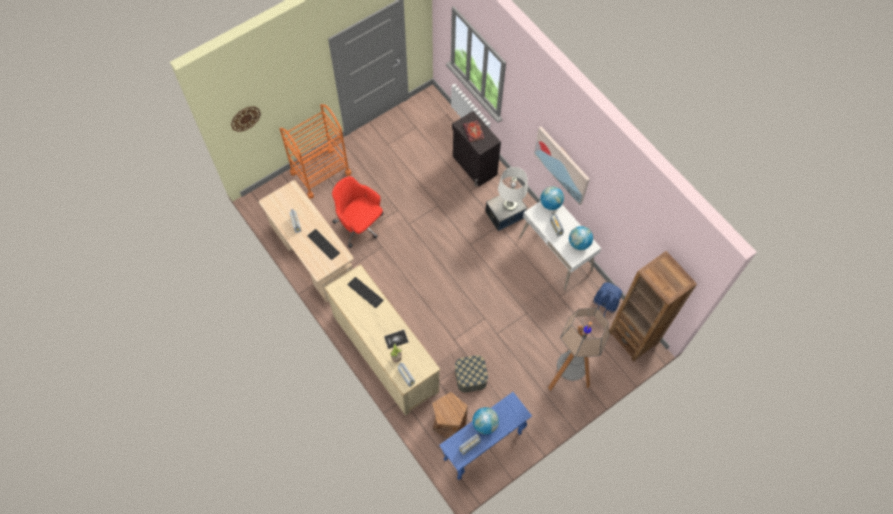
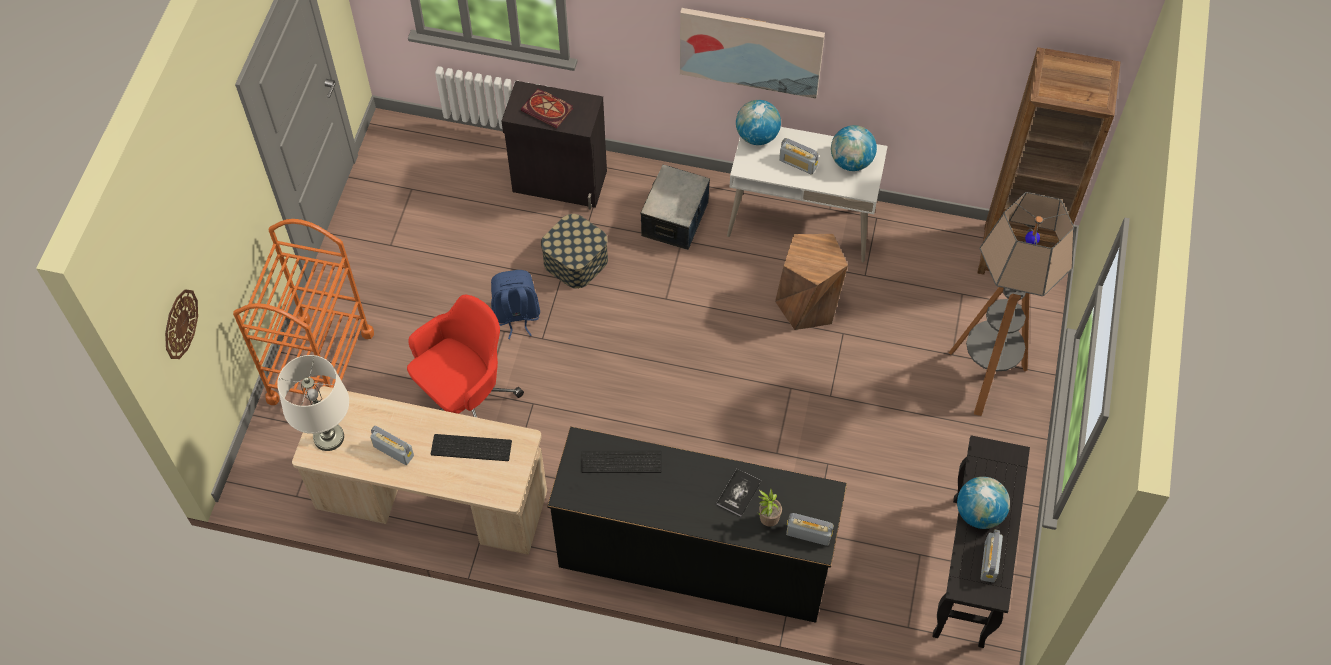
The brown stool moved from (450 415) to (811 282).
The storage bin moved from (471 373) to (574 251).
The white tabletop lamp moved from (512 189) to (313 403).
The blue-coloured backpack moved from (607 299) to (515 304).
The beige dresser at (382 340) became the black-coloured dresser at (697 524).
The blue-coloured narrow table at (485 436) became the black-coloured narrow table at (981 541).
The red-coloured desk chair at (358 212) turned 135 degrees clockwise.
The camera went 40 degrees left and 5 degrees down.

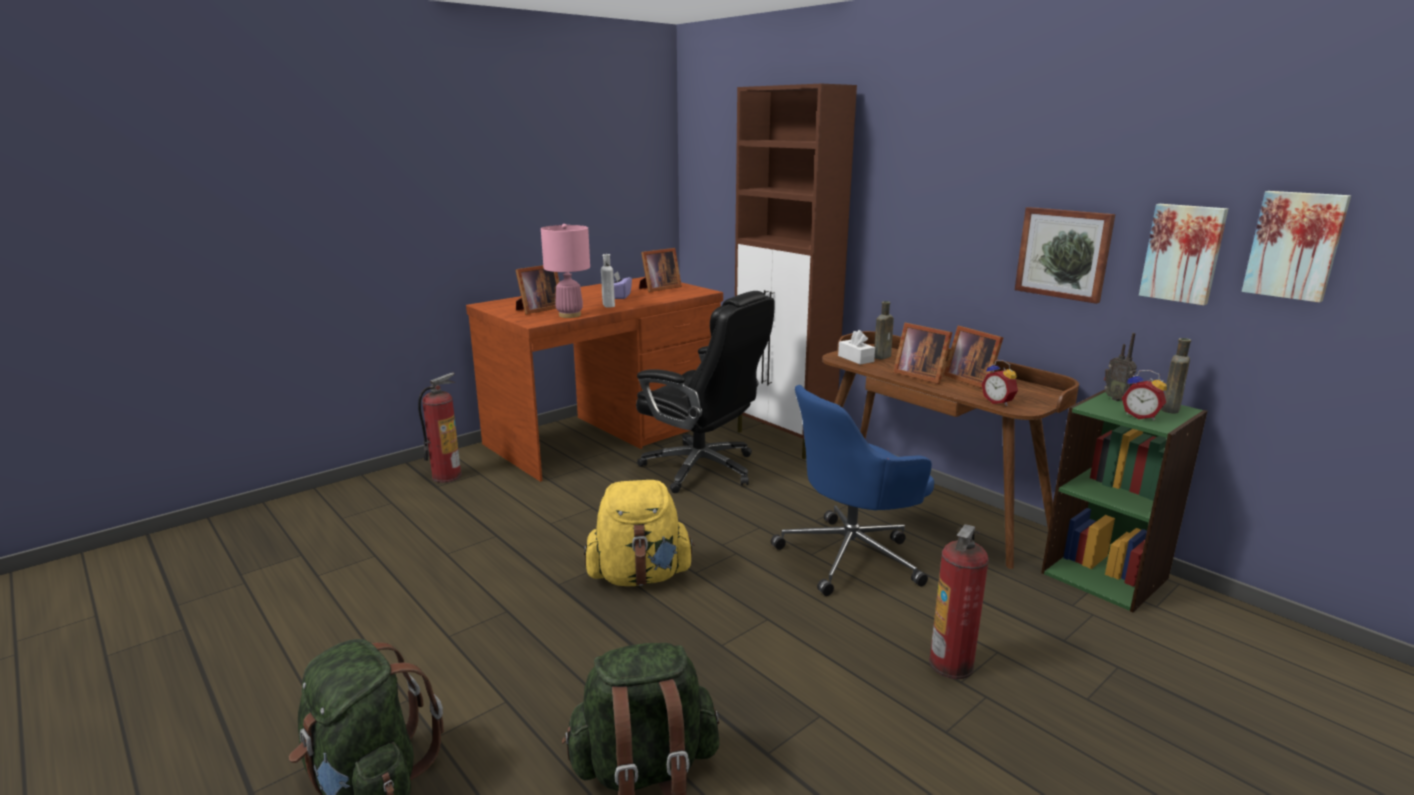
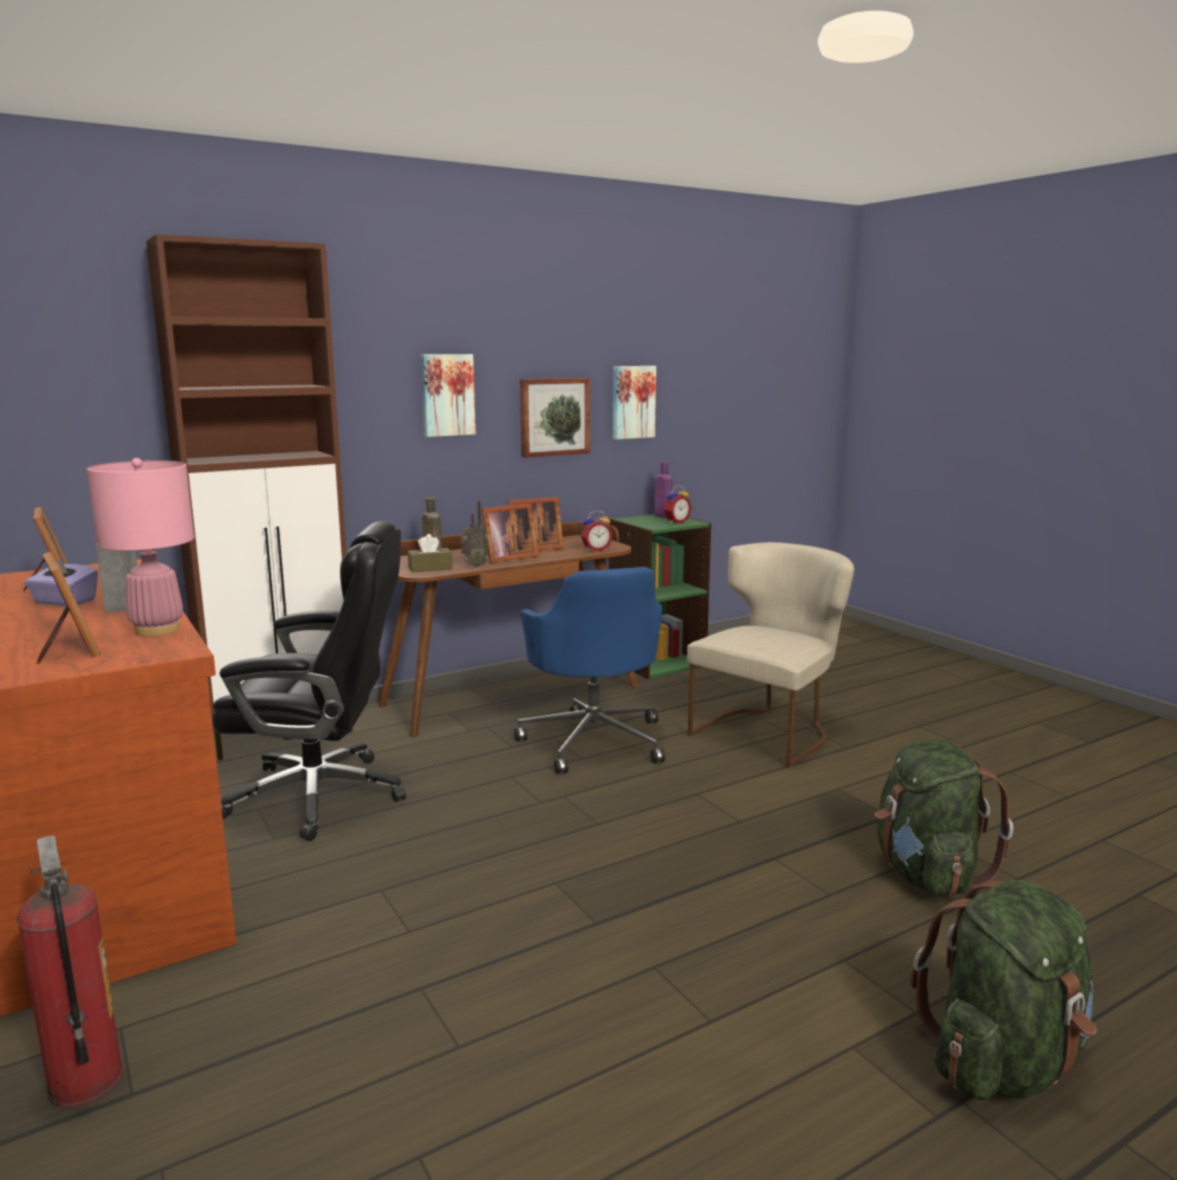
The yellow-coloured backpack at (639 533) disappeared.
The radio set moved from (1120 367) to (475 534).
The picture moved from (1296 247) to (448 395).
The fire extinguisher at (959 601) was replaced by the beige upright chair at (770 654).
The white tissue box at (856 347) became the brown tissue box at (430 553).
The brown drink bottle at (1176 376) became the purplish drink bottle at (664 489).
The black-coloured desk chair at (705 392) turned 45 degrees clockwise.
The camera went 80 degrees left and 5 degrees down.

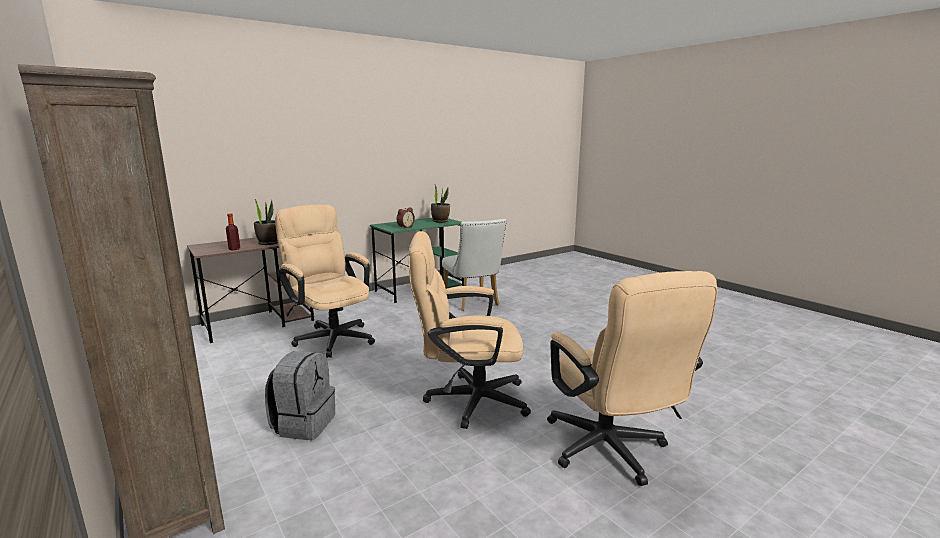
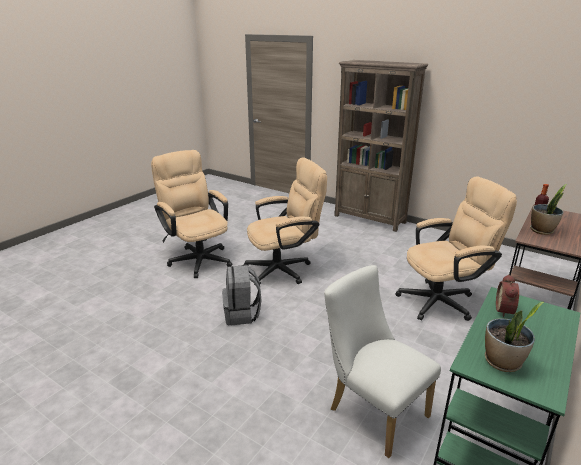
The grey backpack moved from (300 395) to (242 295).
The beige desk chair at (325 281) turned 45 degrees counterclockwise.
The camera went 160 degrees right and 10 degrees up.

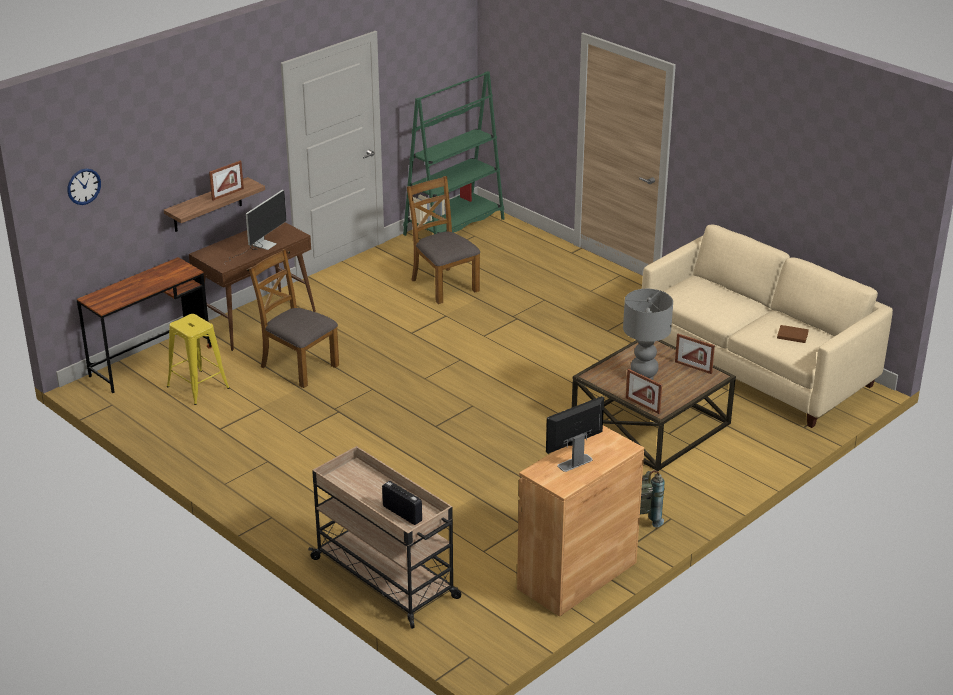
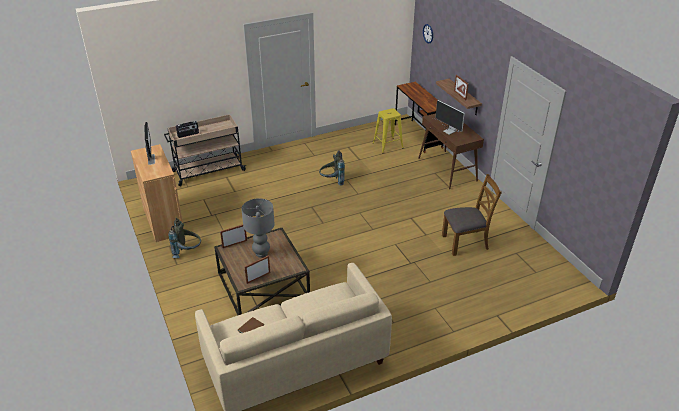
The brown upright chair at (294 318) disappeared.
The green bookshelf at (454 153) disappeared.
The grey backpack at (332 168) appeared.
The camera went 110 degrees right and 5 degrees up.

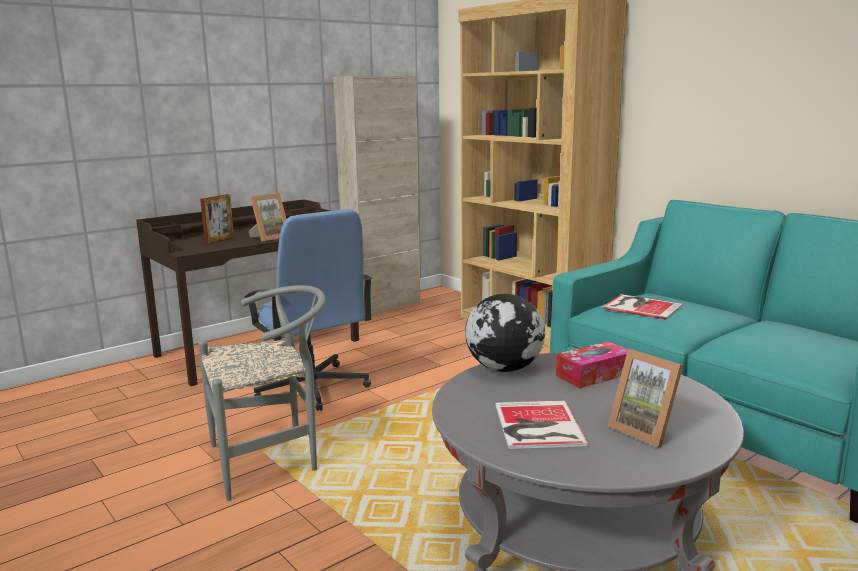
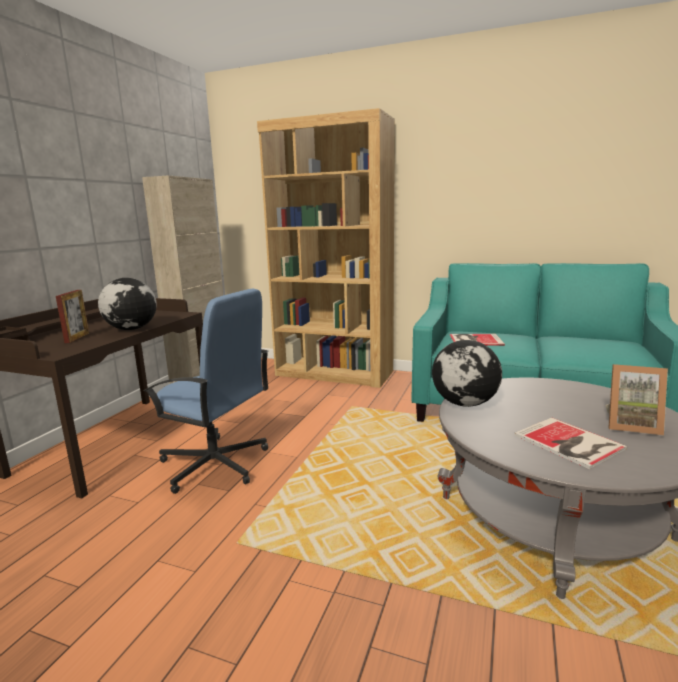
The grey upright chair at (262 393) disappeared.
The tissue box at (592 364) disappeared.
The picture frame at (267 217) was replaced by the world globe at (127 304).
The camera went 30 degrees left and 0 degrees up.

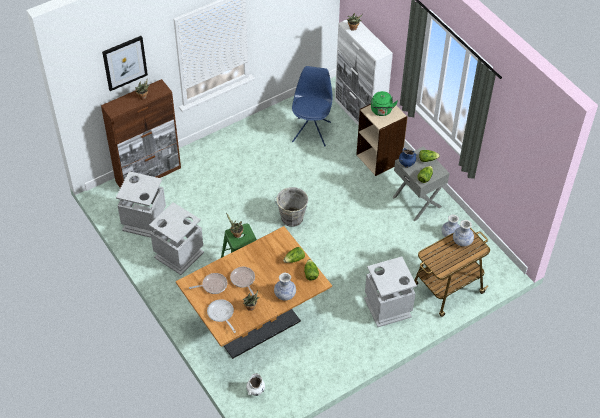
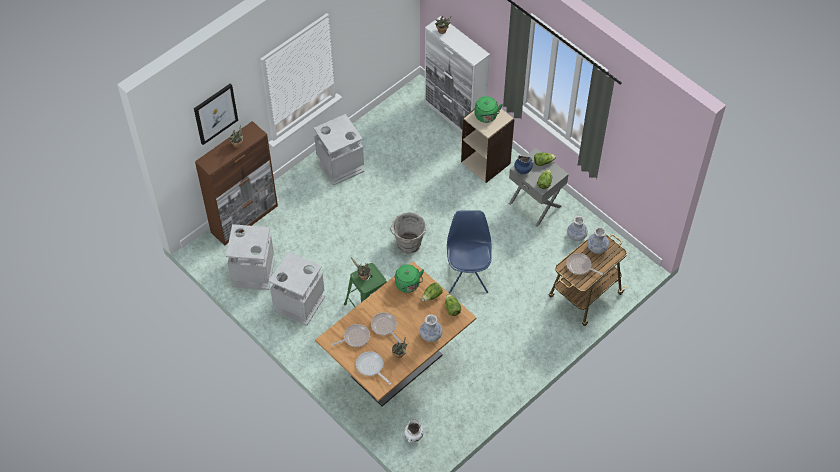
The green kettle at (409 278) appeared.
The skillet at (584 264) appeared.
The blue-coloured upright chair moved from (312 106) to (469 251).
The grey rubbish bin moved from (390 292) to (339 150).
The camera went 10 degrees left and 5 degrees up.

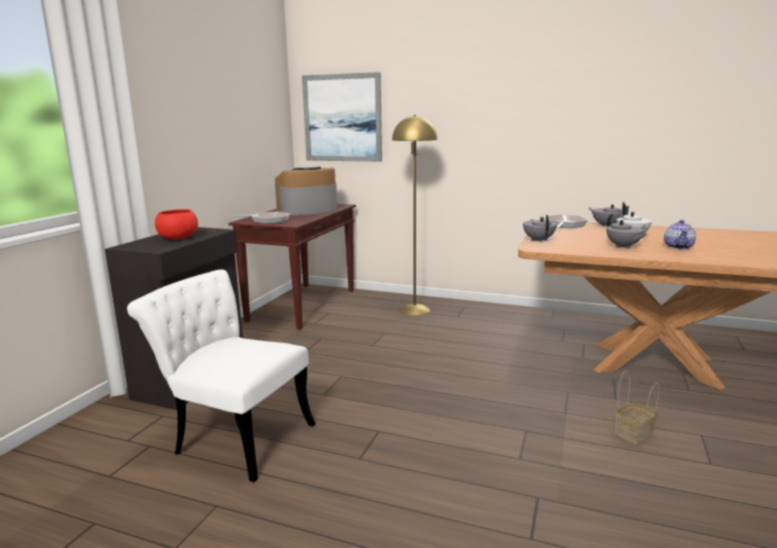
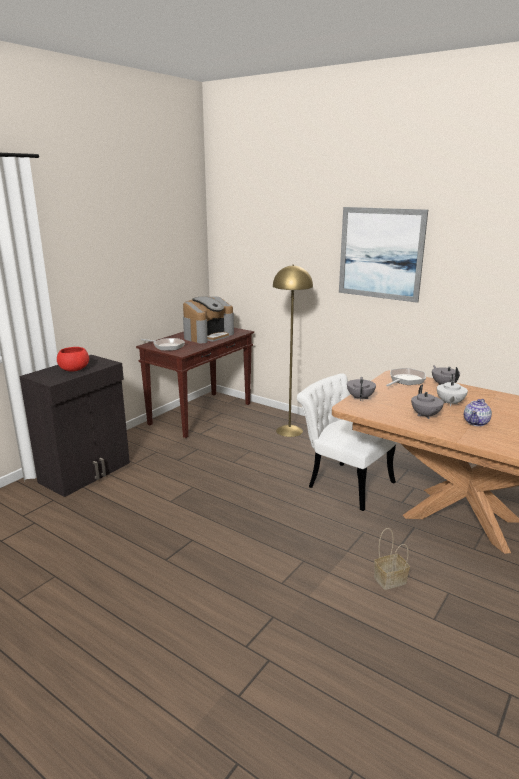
The white upright chair moved from (221 376) to (347 442).
The picture moved from (342 117) to (383 255).
The coffee machine at (306 190) turned 150 degrees clockwise.
The camera went 15 degrees right and 5 degrees up.

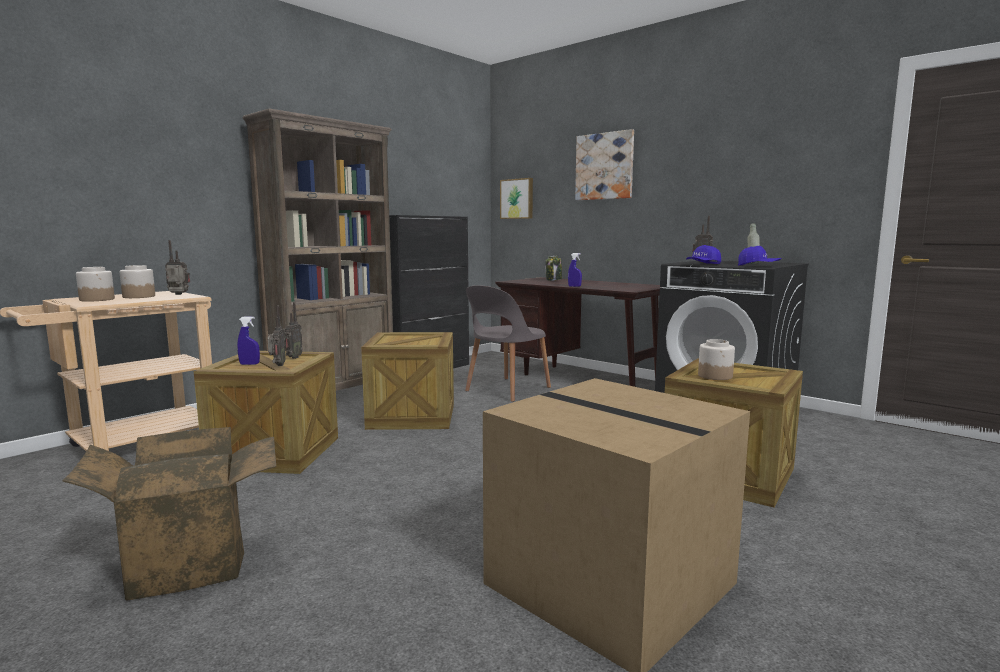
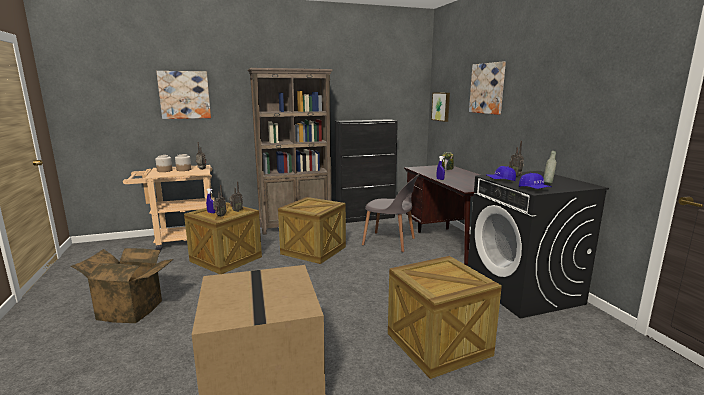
The jar at (716 359) disappeared.
The picture at (183 95) appeared.
The grey upright chair at (508 343) turned 135 degrees counterclockwise.
The camera went 30 degrees right and 5 degrees up.

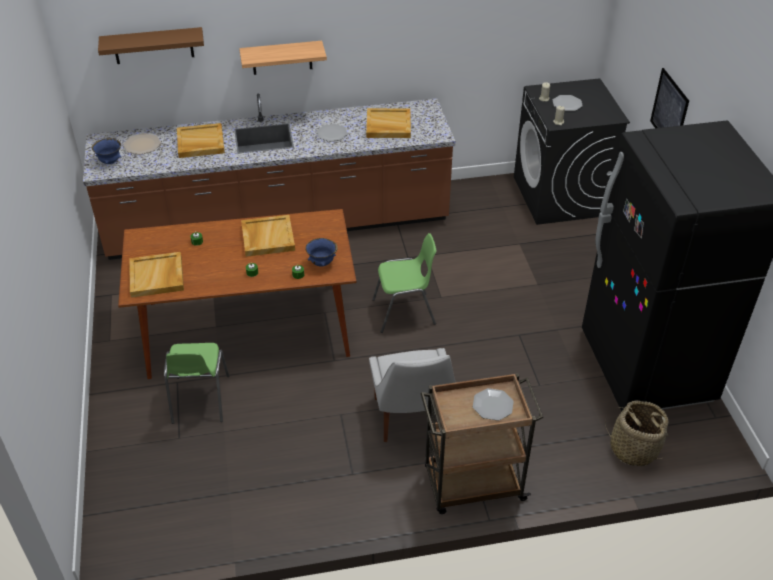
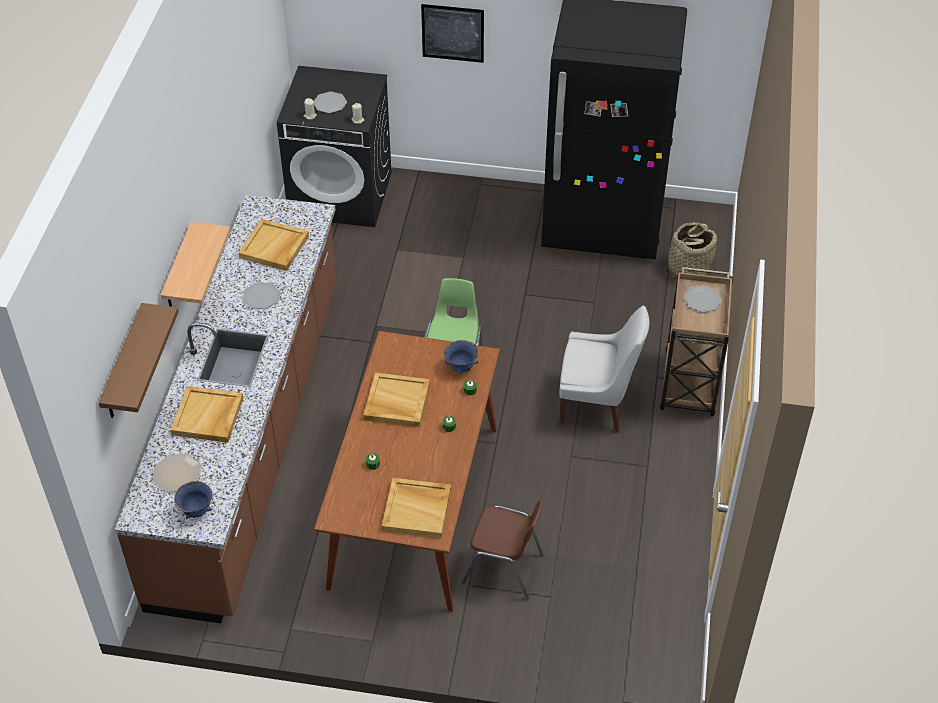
The green upright chair at (196 383) became the brown upright chair at (503 549).
The camera went 70 degrees left and 5 degrees up.

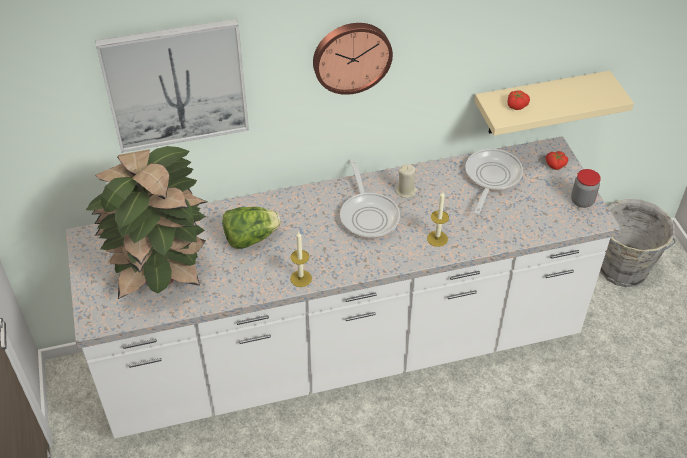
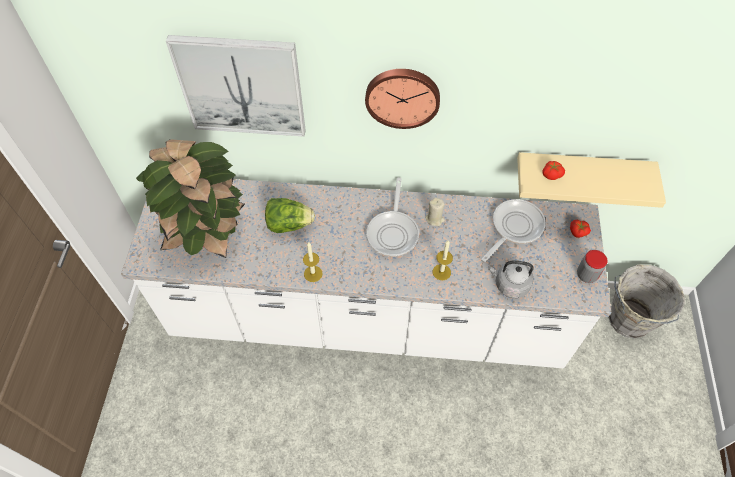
The grey kettle at (511 279) appeared.
The camera went 20 degrees right and 10 degrees up.

